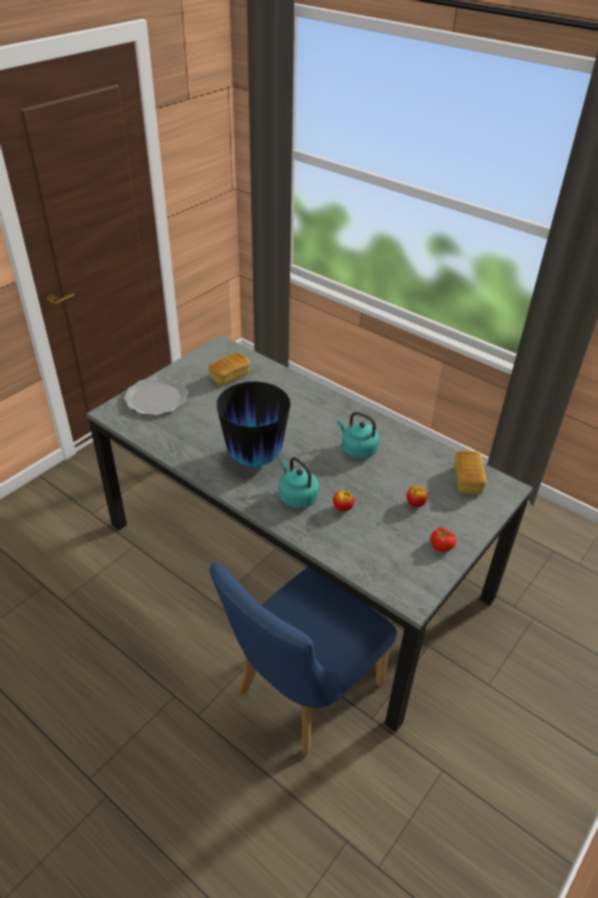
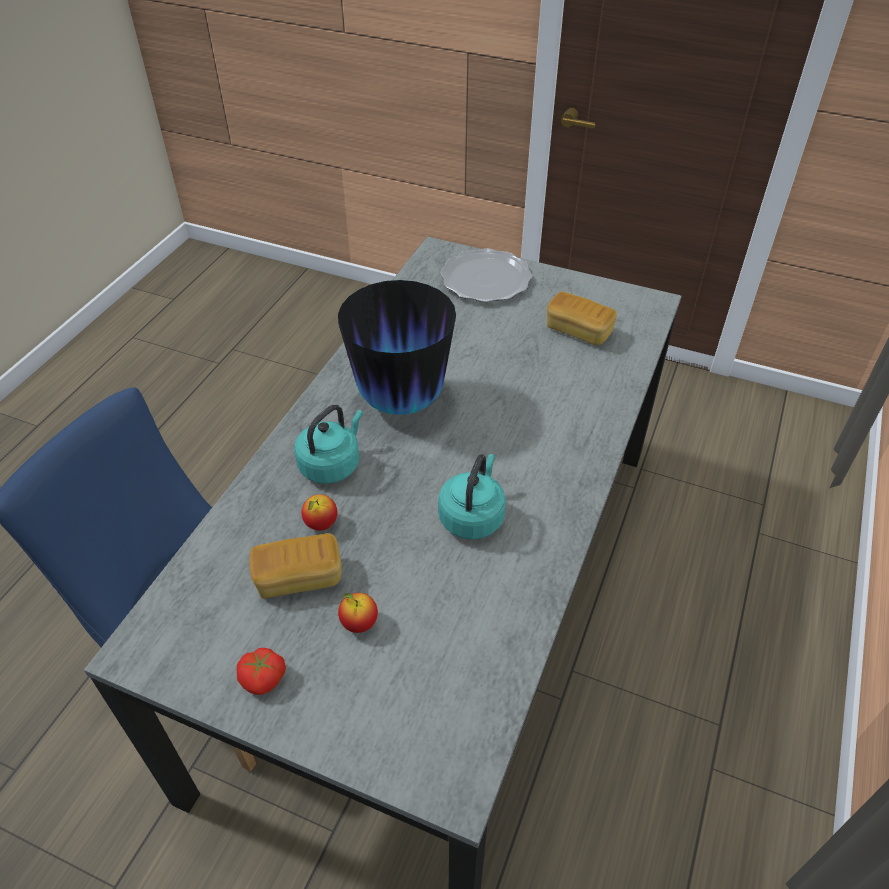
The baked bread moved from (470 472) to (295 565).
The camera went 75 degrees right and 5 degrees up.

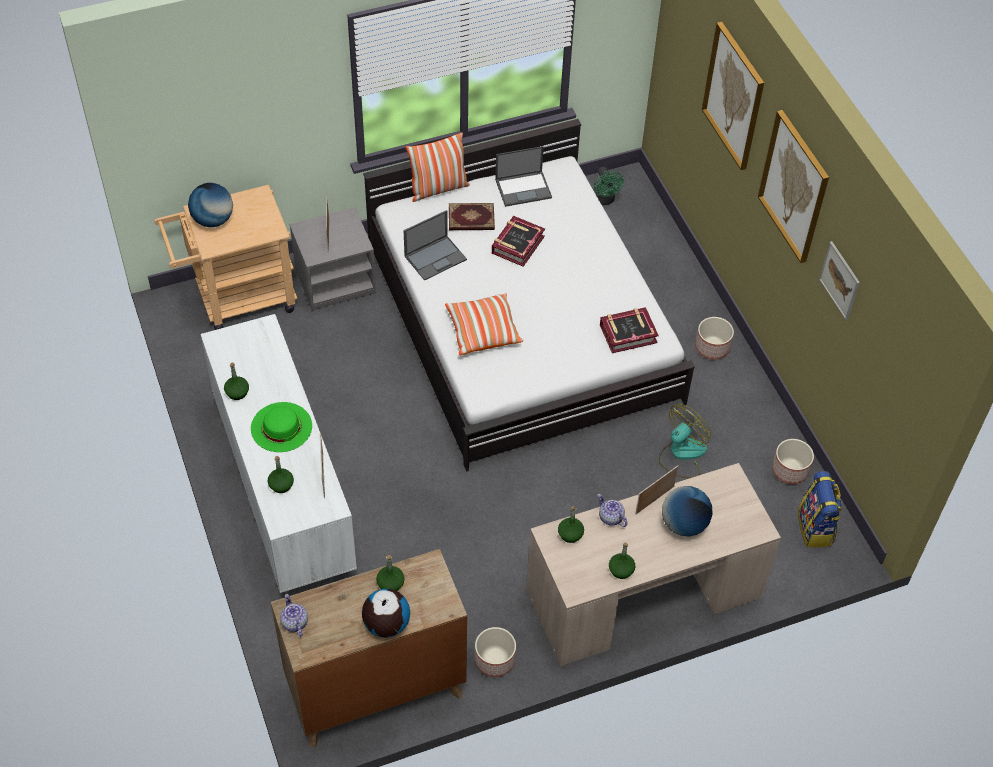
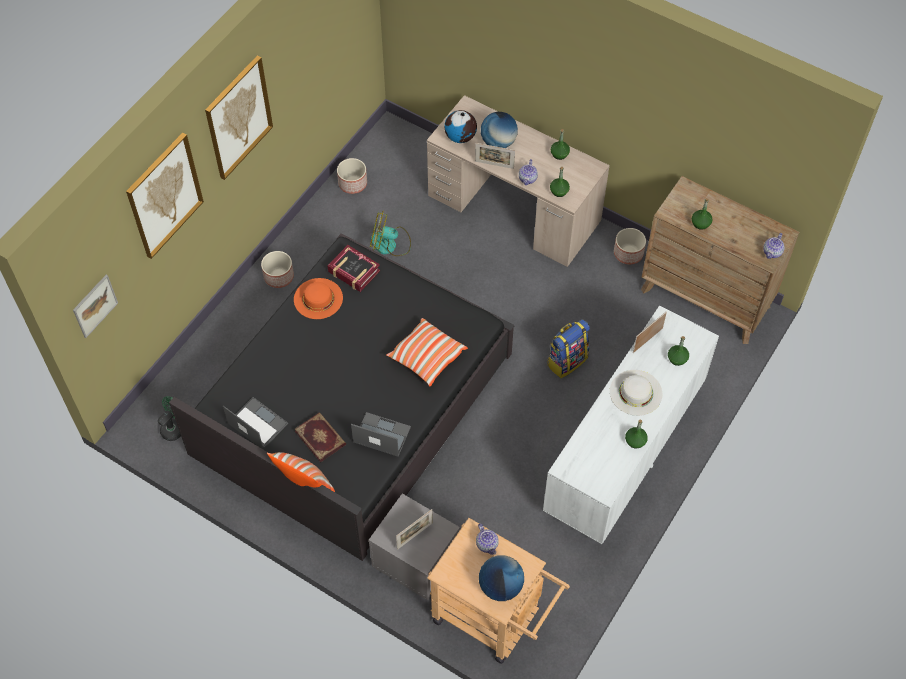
The bound book at (518 241) disappeared.
The orangey clothing hat at (318 298) appeared.
The pot for tea at (487 539) appeared.
The world globe moved from (386 613) to (460 126).
The backpack moved from (820 509) to (568 348).
The picture moved from (839 280) to (95 306).
The green clothing hat at (281 427) became the white clothing hat at (636 393).
The white bedroom bed at (529 295) became the black-coloured bedroom bed at (341 397).
The camera went 125 degrees left and 5 degrees up.

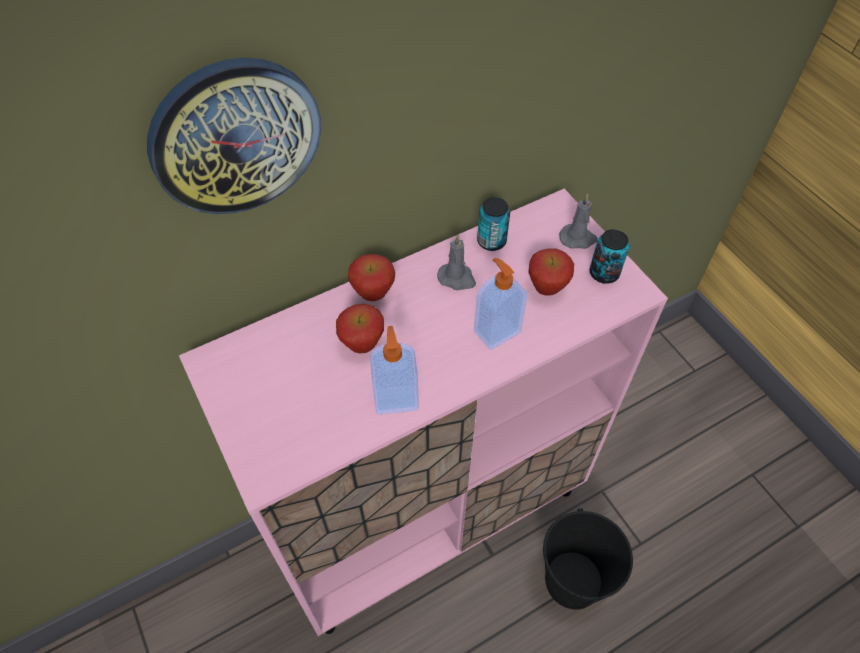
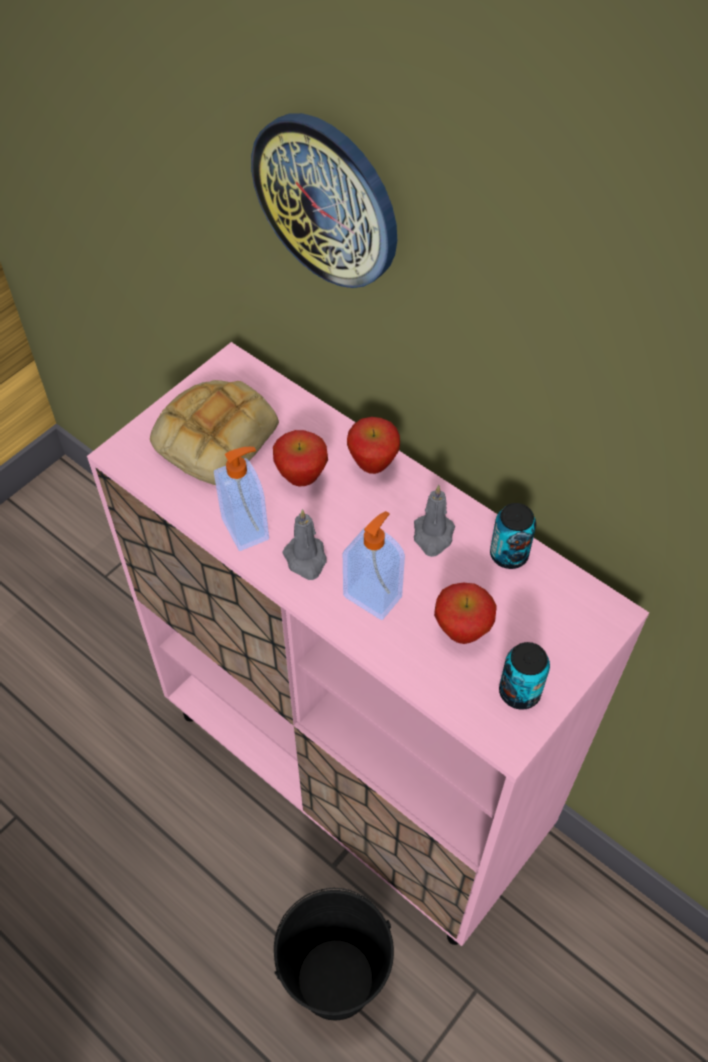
The baked bread at (214 432) appeared.
The grey wax candle moved from (579 221) to (304 544).
The camera went 70 degrees right and 0 degrees up.

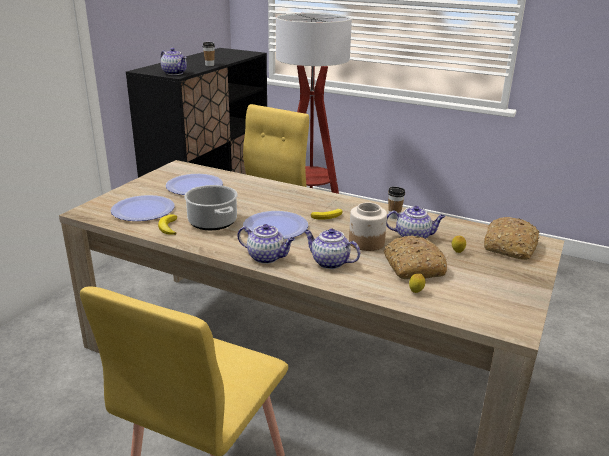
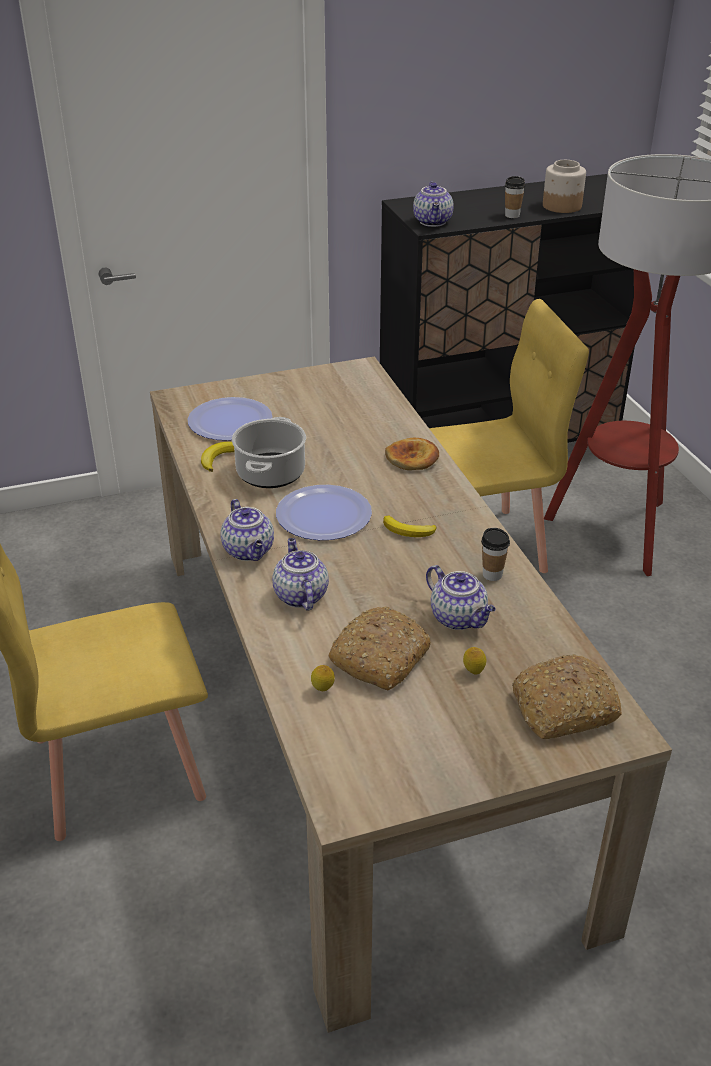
The plate at (194 184) disappeared.
The baked bread at (412 454) appeared.
The jar moved from (368 226) to (564 186).
The camera went 45 degrees right and 10 degrees up.

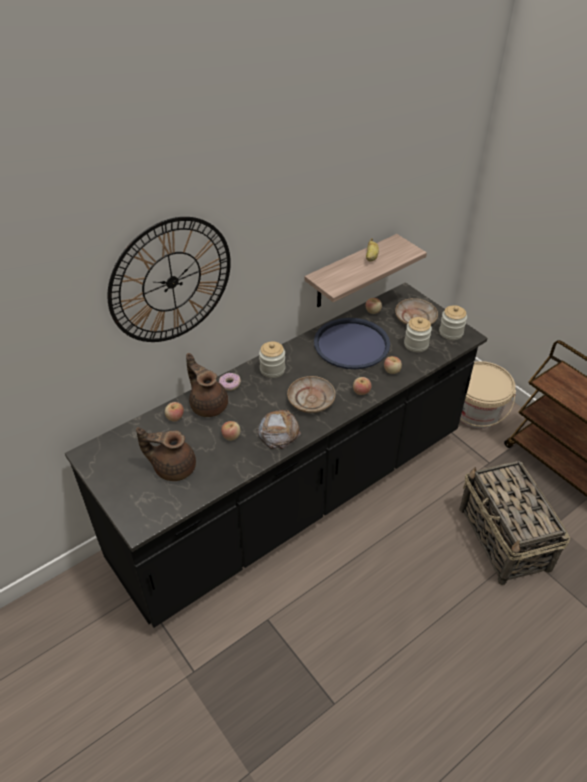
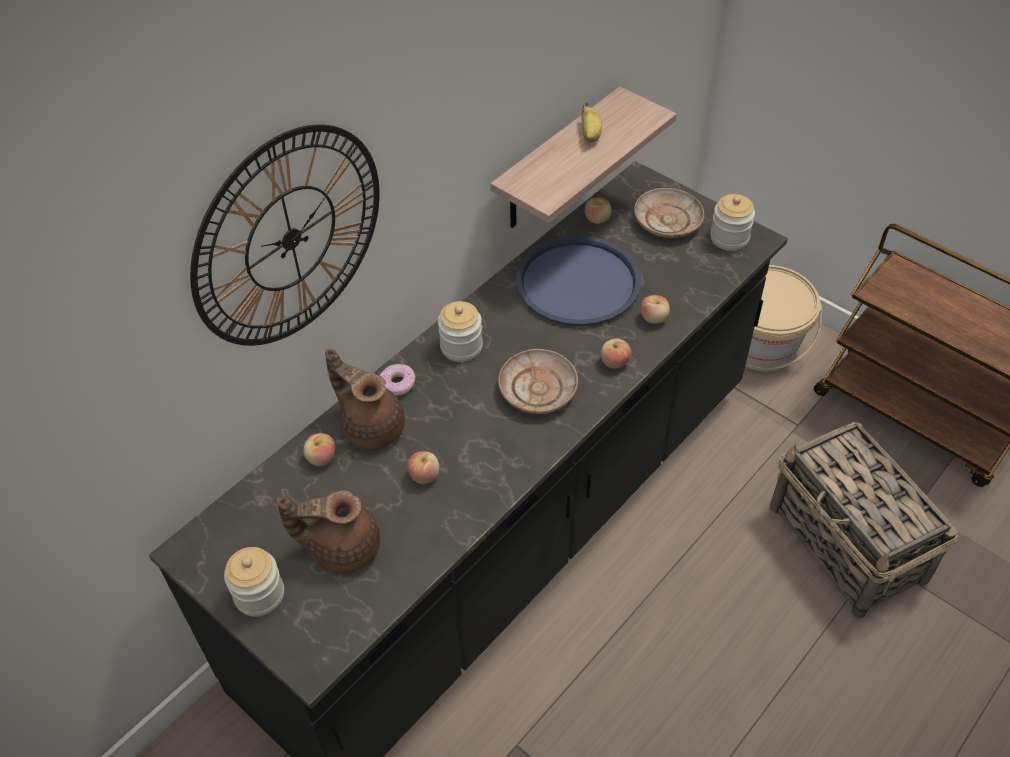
The baked bread at (279 429) disappeared.
The jar moved from (418 334) to (254 582).
The camera went 10 degrees left and 5 degrees up.

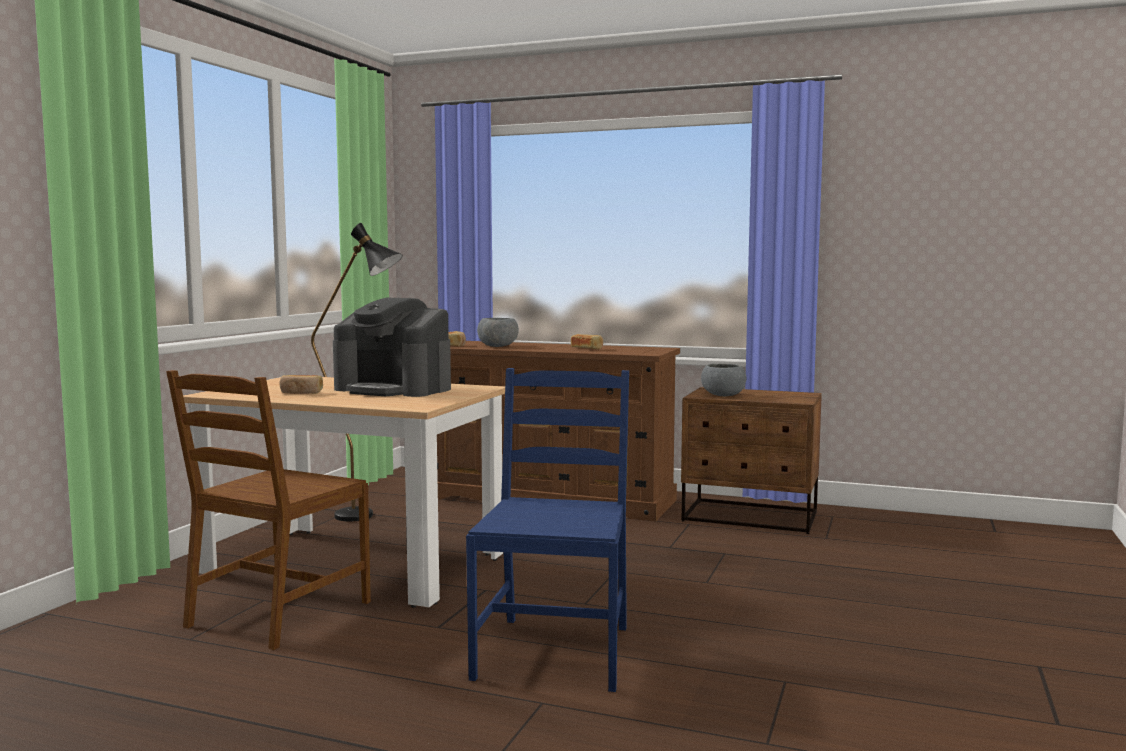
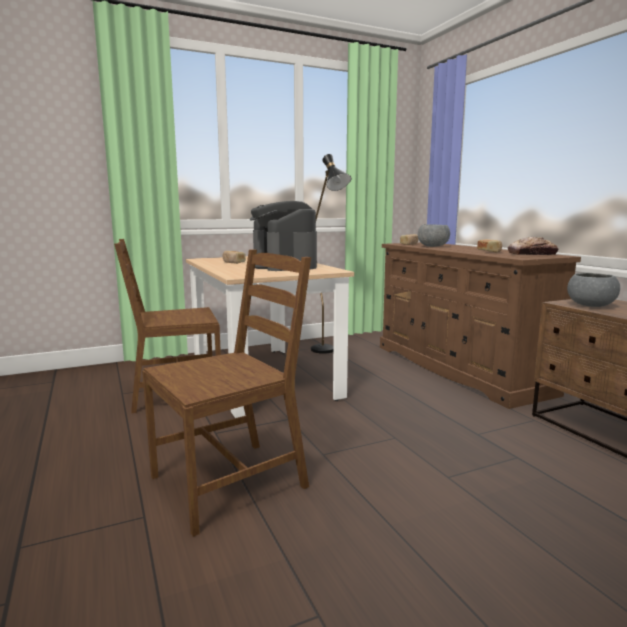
The baked bread at (533 246) appeared.
The blue-coloured upright chair at (547 530) became the brown upright chair at (226 393).
The camera went 45 degrees right and 5 degrees up.

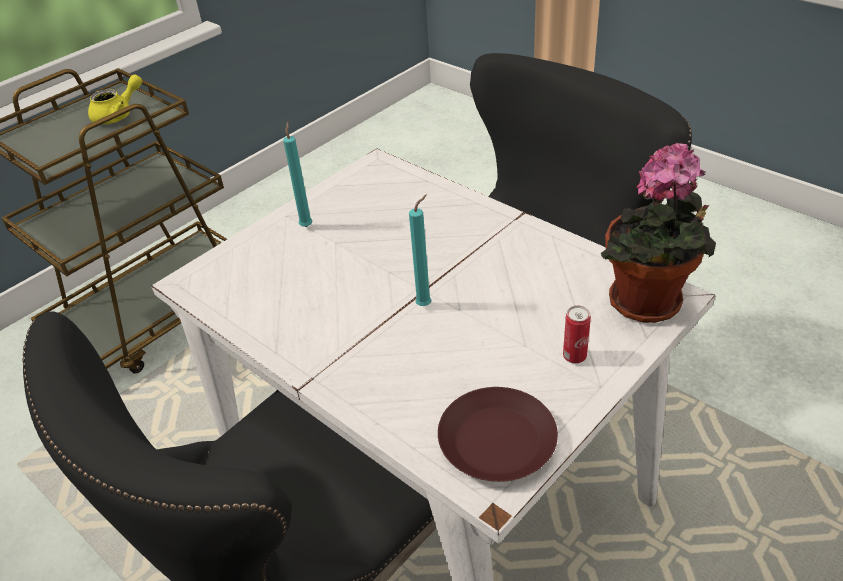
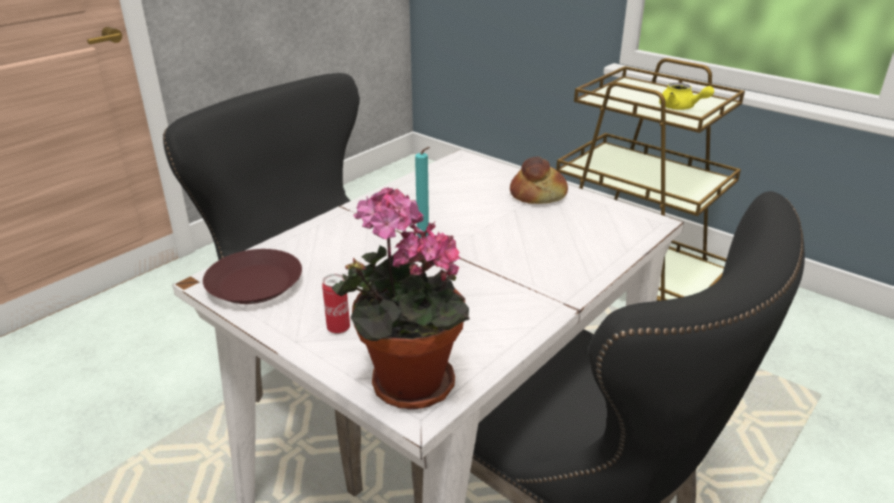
The blue-green wax candle at (298 174) was replaced by the baked bread at (539 180).
The camera went 85 degrees right and 10 degrees down.

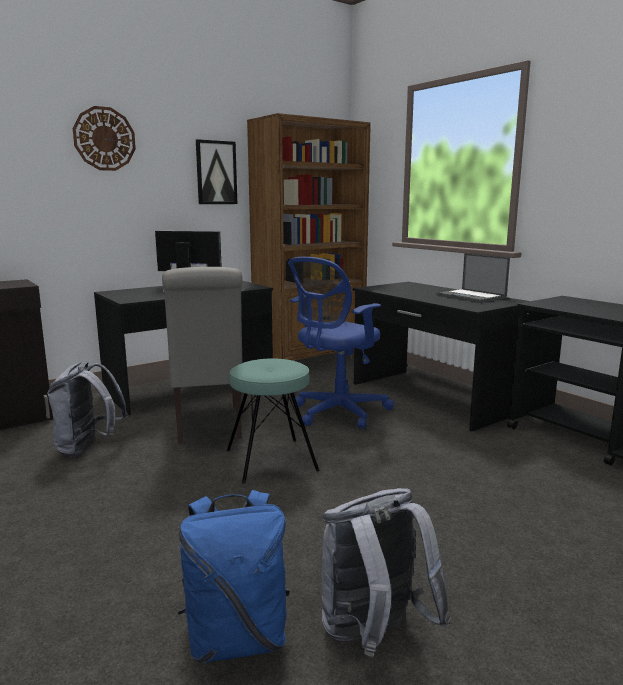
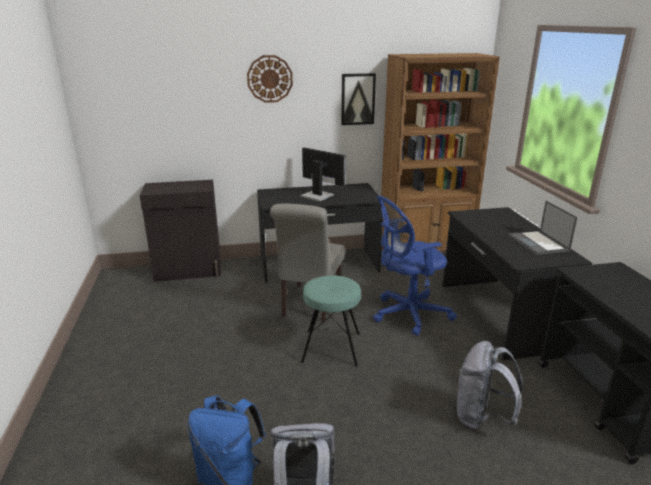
The grey backpack moved from (87 409) to (490 385).
The camera went 25 degrees right and 10 degrees up.

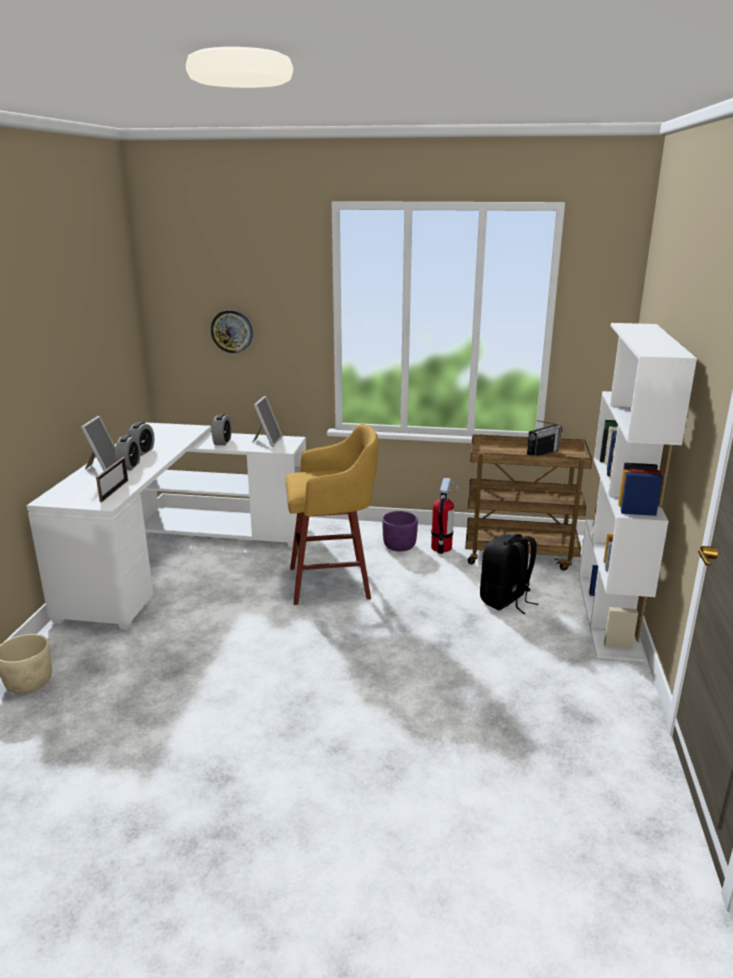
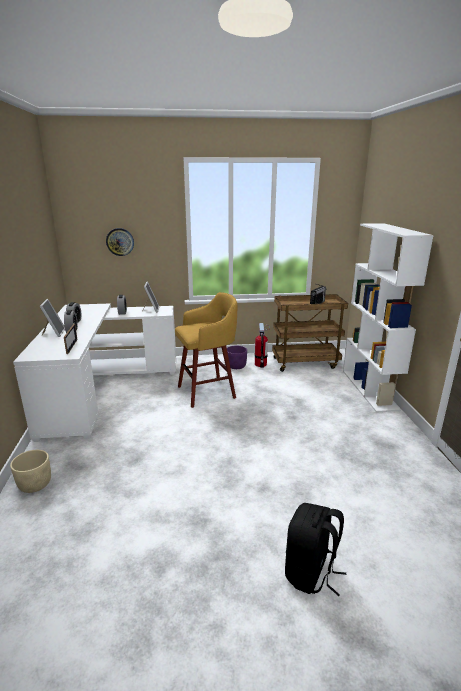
The black-coloured backpack moved from (509 574) to (315 549).
The camera went 15 degrees left and 0 degrees up.

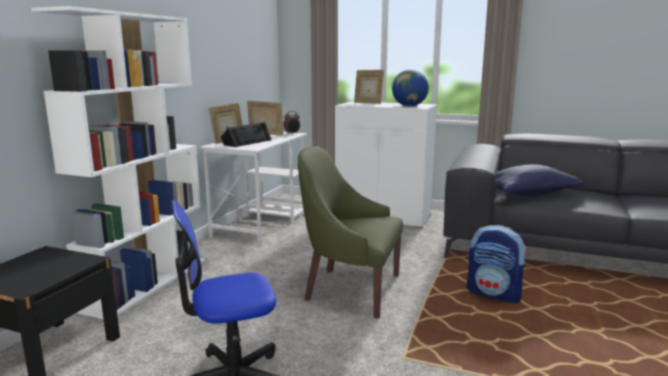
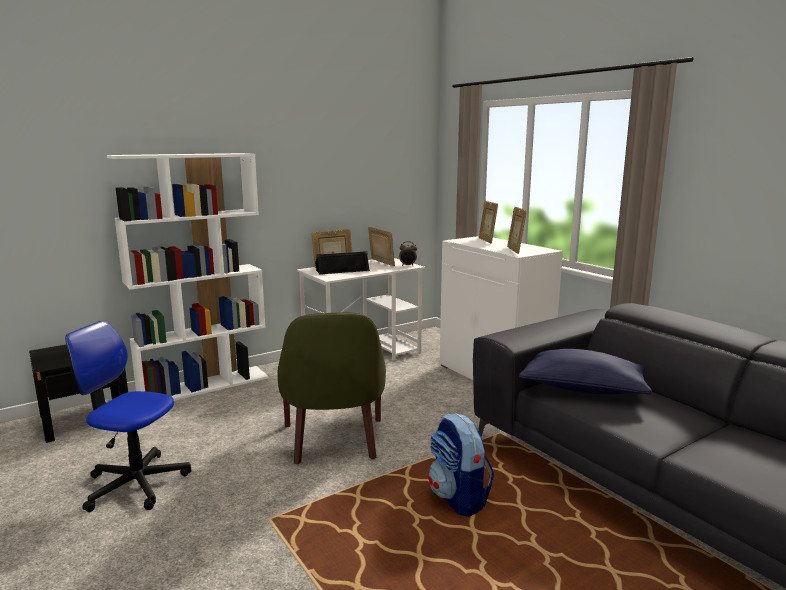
The world globe at (410 88) was replaced by the picture frame at (517 230).
The green lounge chair at (350 232) turned 150 degrees counterclockwise.
The camera went 35 degrees right and 0 degrees up.

